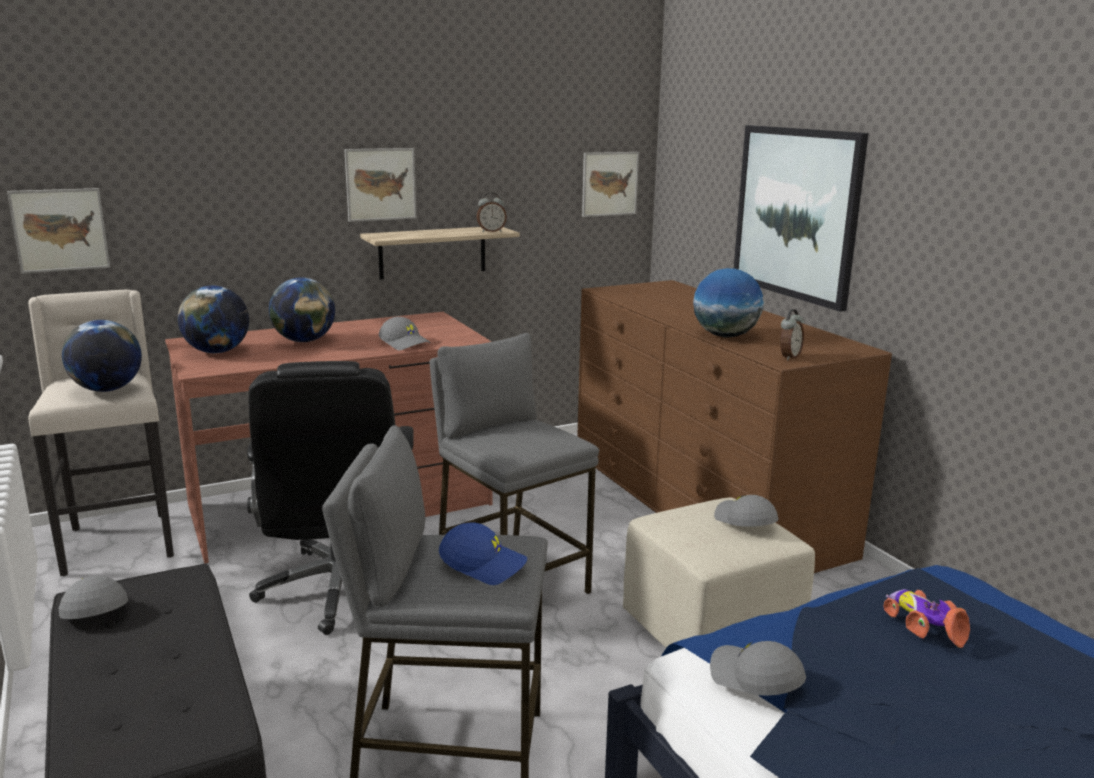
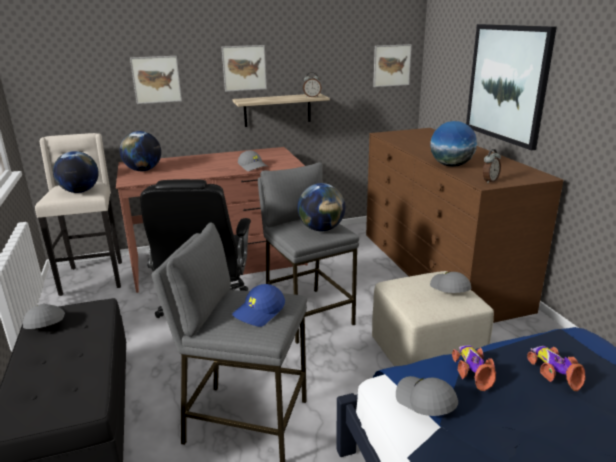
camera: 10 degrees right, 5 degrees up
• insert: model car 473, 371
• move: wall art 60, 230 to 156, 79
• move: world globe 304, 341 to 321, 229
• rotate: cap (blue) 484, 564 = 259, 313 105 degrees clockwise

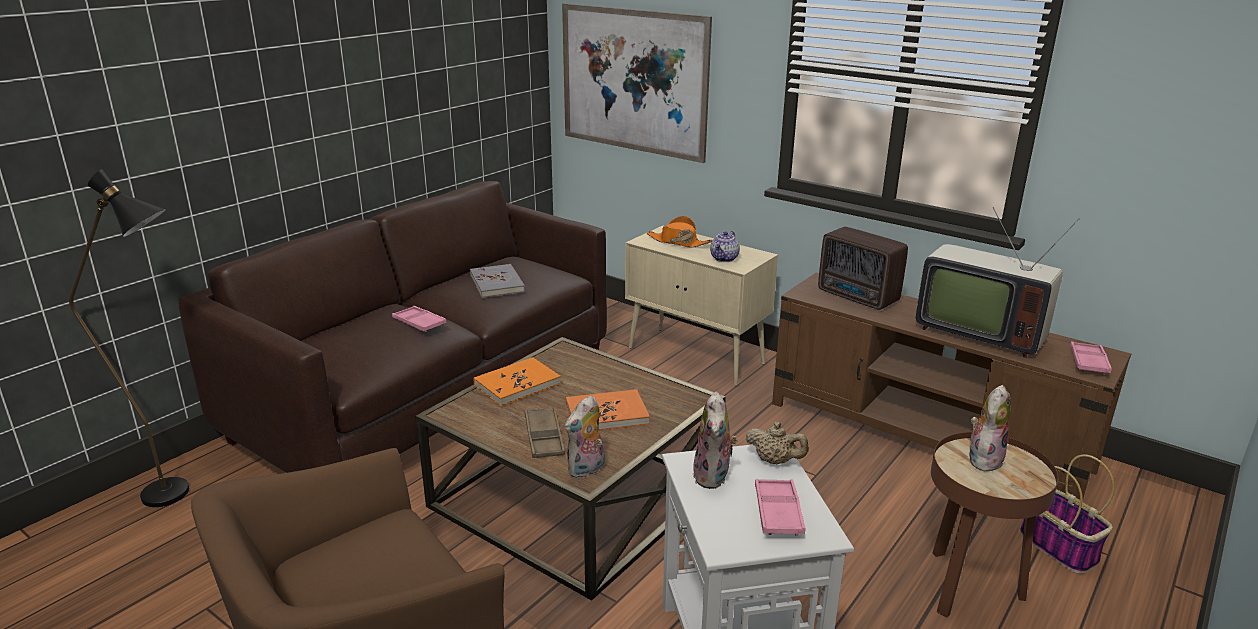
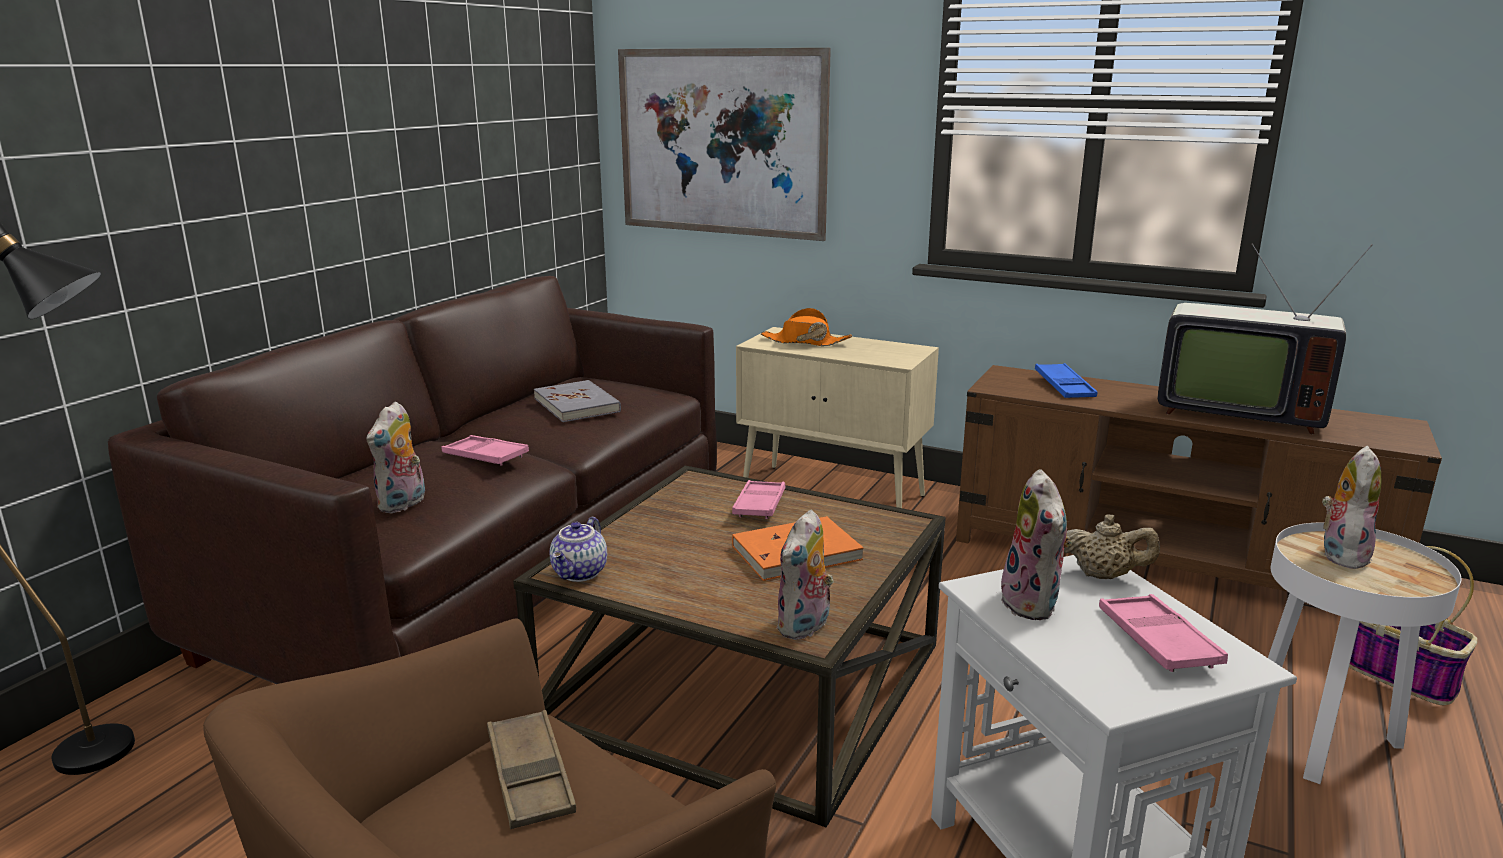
camera: 10 degrees left, 5 degrees down
• delete: volume (orangey) 517, 384
• insert: cuddly toy 403, 504
• move: carrying tray (brown-coloured) 544, 437 to 530, 776
• move: pot for tea 725, 259 to 580, 573
• move: carrying tray (pink-coloured) 1088, 362 to 759, 505
• replace: radio receiver 858, 297 to carrying tray (blue) 1064, 386
• recolor: end table (brown-coloured) 967, 587 to end table (whitish) 1322, 740

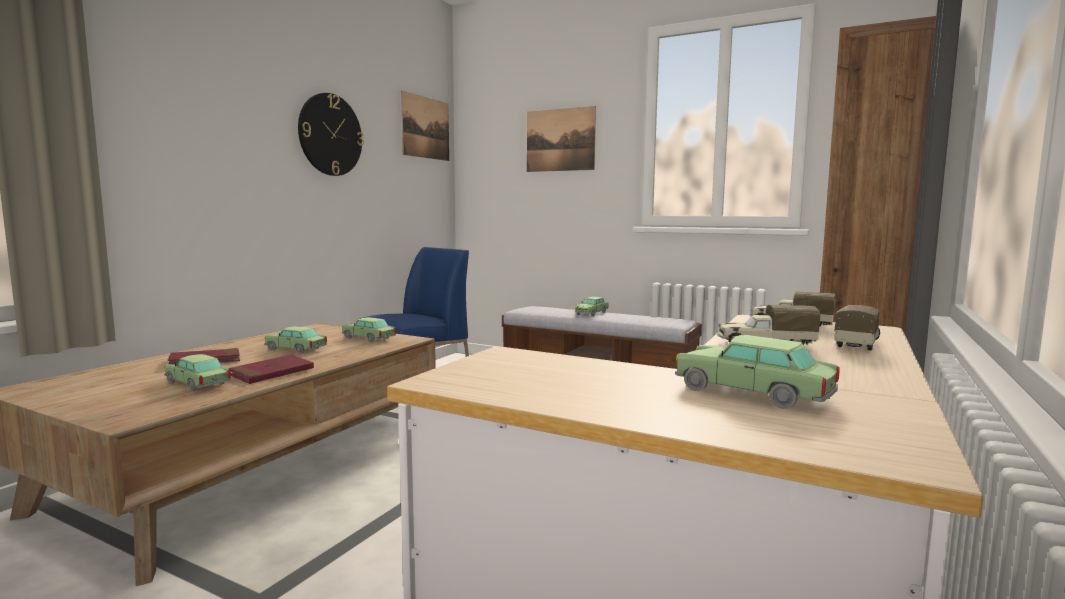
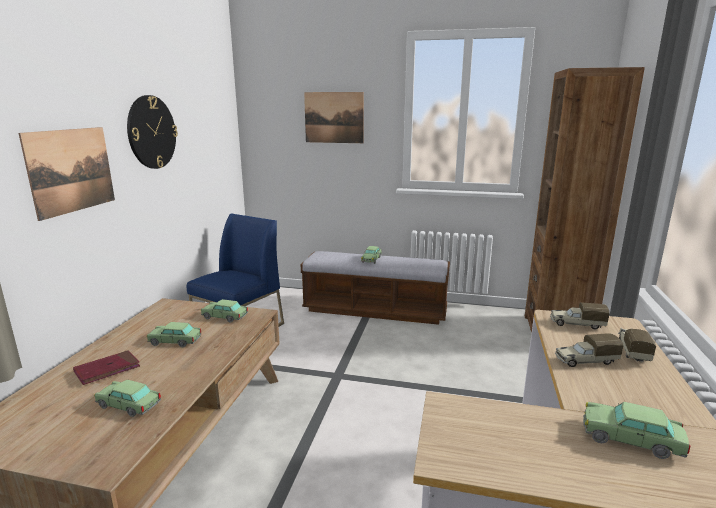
camera: 15 degrees left, 10 degrees up
• delete: volume (red) 272, 373
• move: wall art 426, 128 to 71, 170

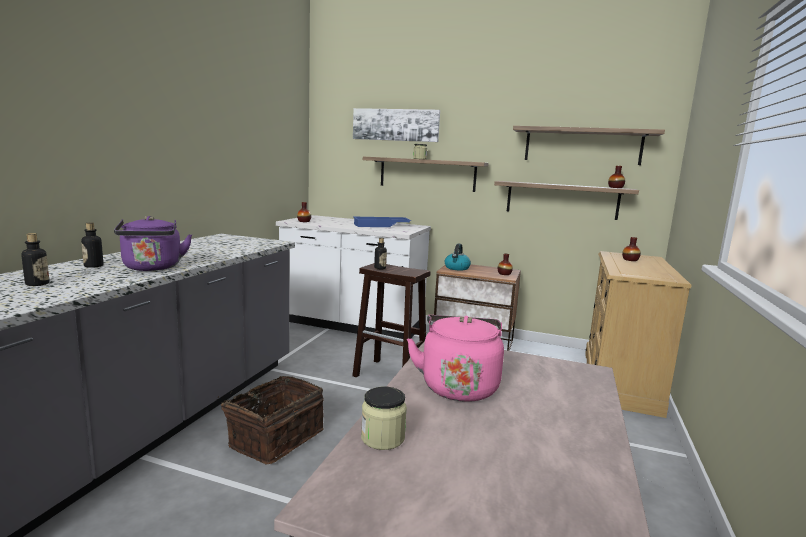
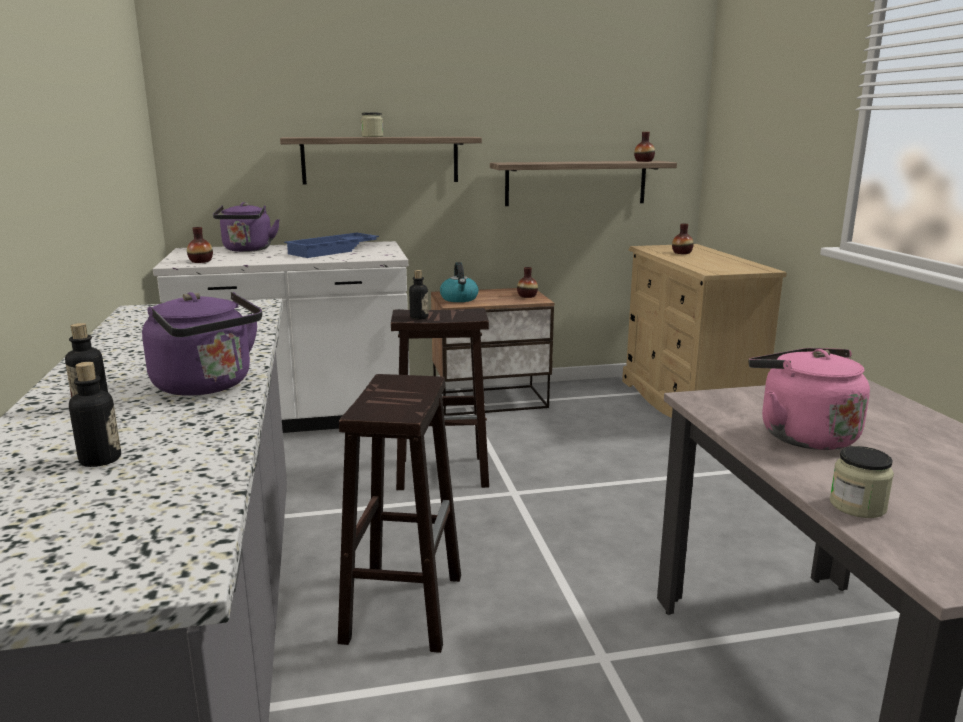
camera: 30 degrees left, 5 degrees up
• delete: wall art 395, 125
• delete: bracket shelf 582, 146
• insert: kettle (purplish) 247, 250
• replace: basket 274, 438 to stool (brown-coloured) 403, 606

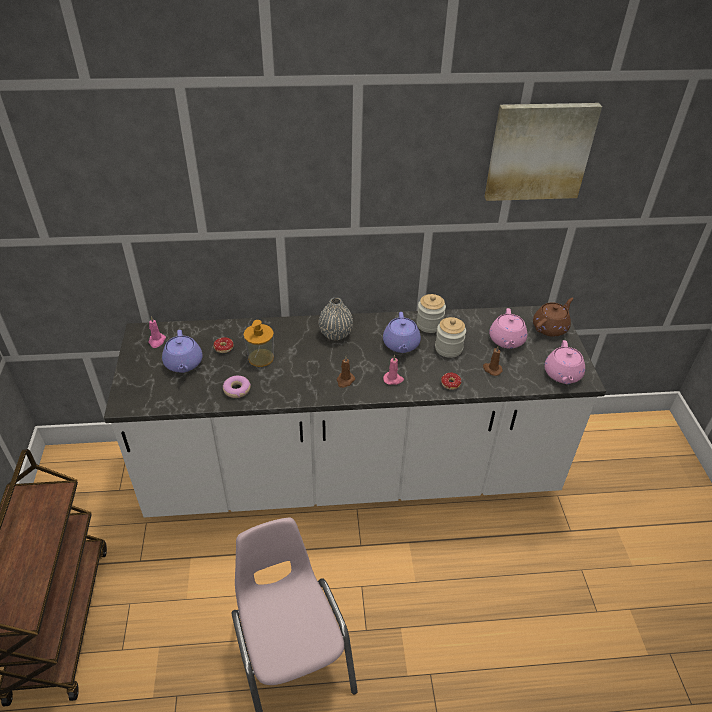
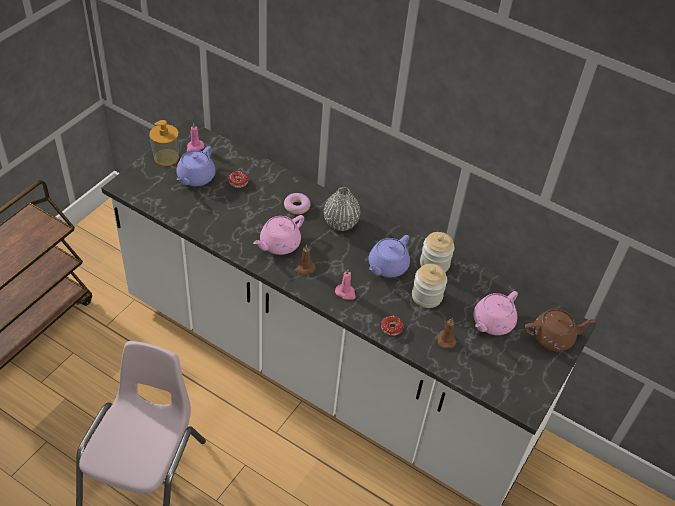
camera: 35 degrees right, 5 degrees up
• delete: wall art 539, 151
• move: ring doughnut 237, 390 to 297, 206
• move: soap dispenser 261, 358 to 166, 157
• move: pot for tea (pink-coloured) 562, 374 to 279, 244

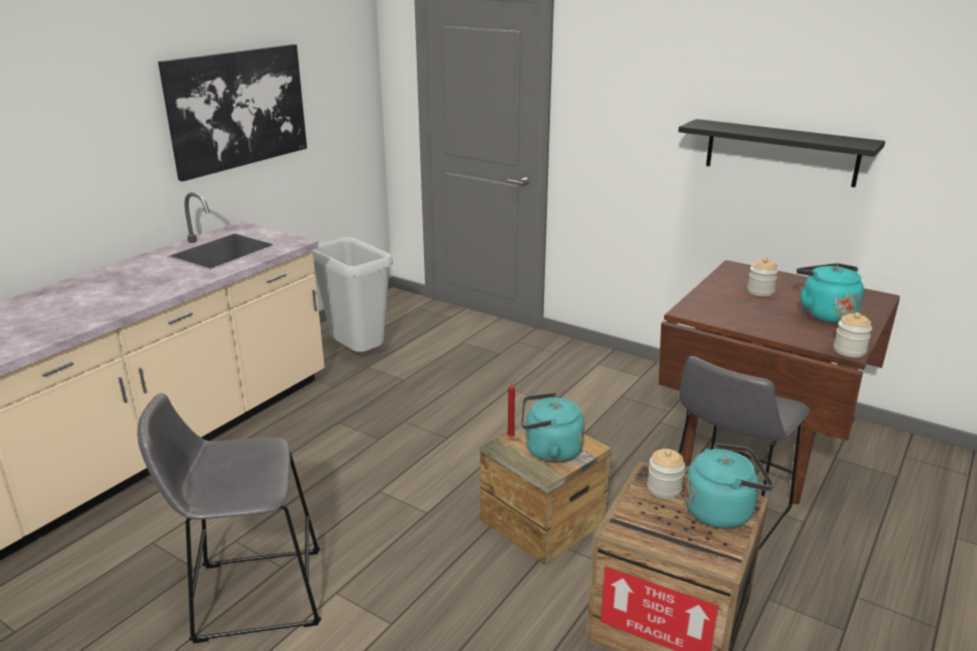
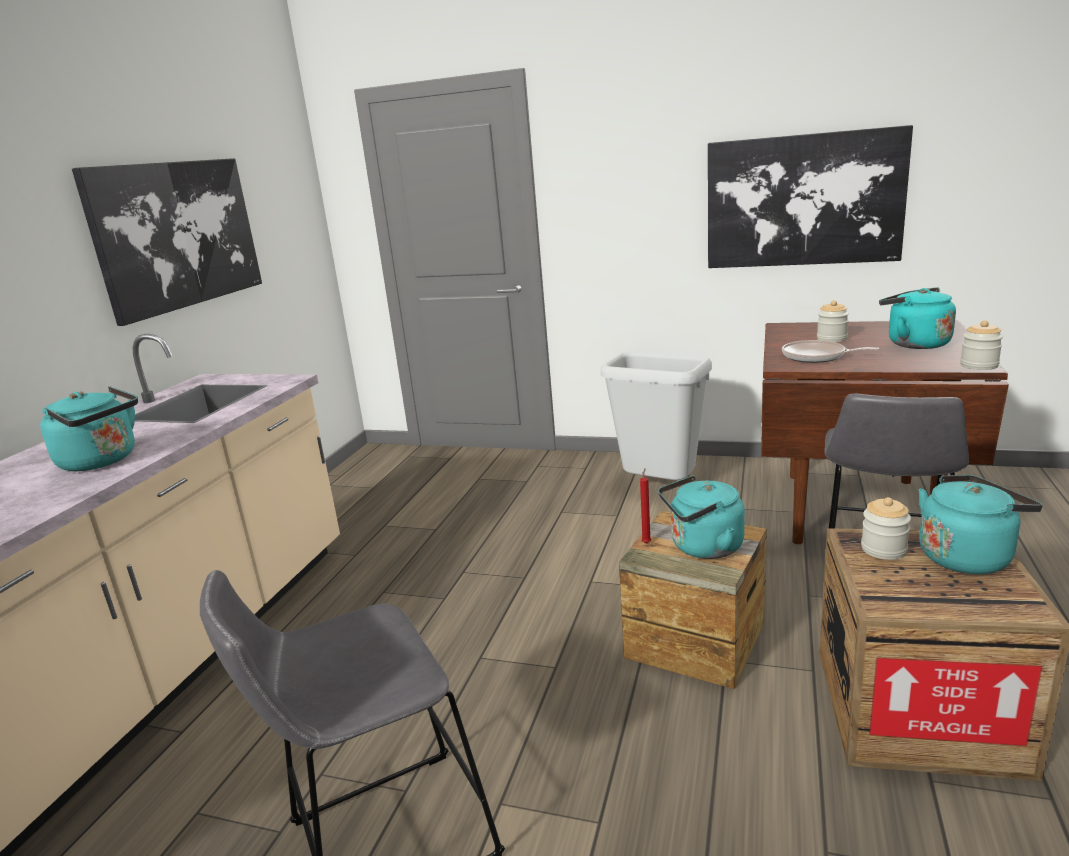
camera: 15 degrees left, 5 degrees down
• insert: kettle (turquoise) 103, 461
• insert: skillet 817, 357
• move: waste bin (greyish) 359, 355 to 660, 487
• replace: bracket shelf (black-coloured) 781, 152 to wall art 803, 200

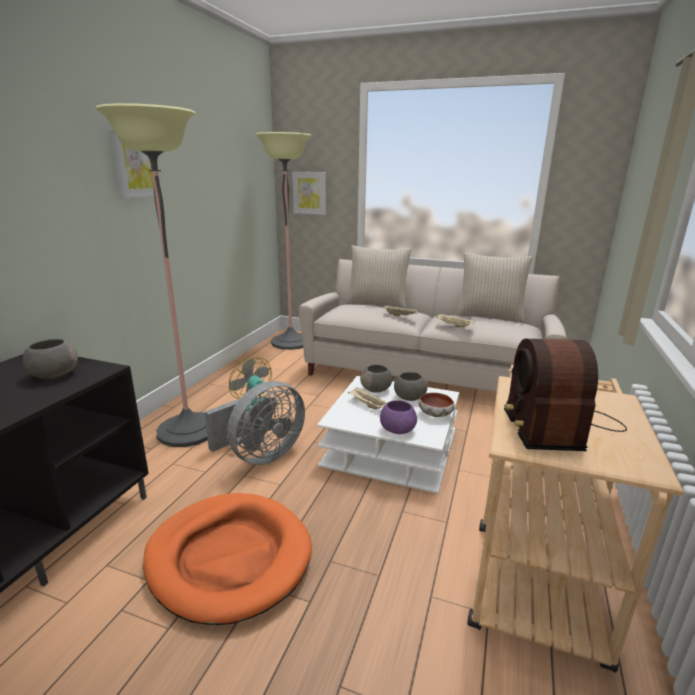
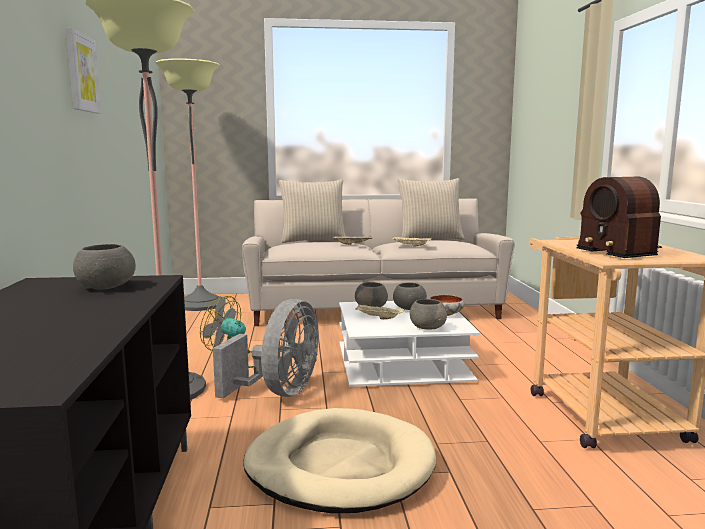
camera: 25 degrees left, 10 degrees down
• delete: wall art 309, 193
• recolor: dog bed (orangey) 229, 557 to dog bed (beige) 340, 466
• recolor: serving bowl (purplish) 397, 429 to serving bowl (greyish) 427, 327

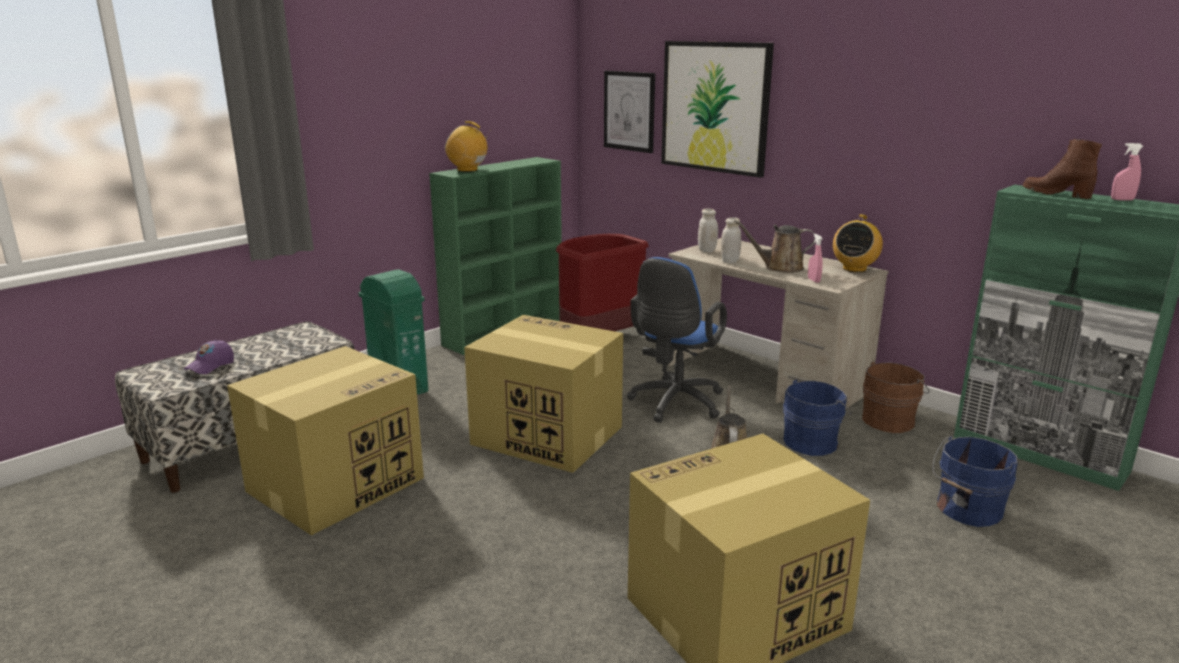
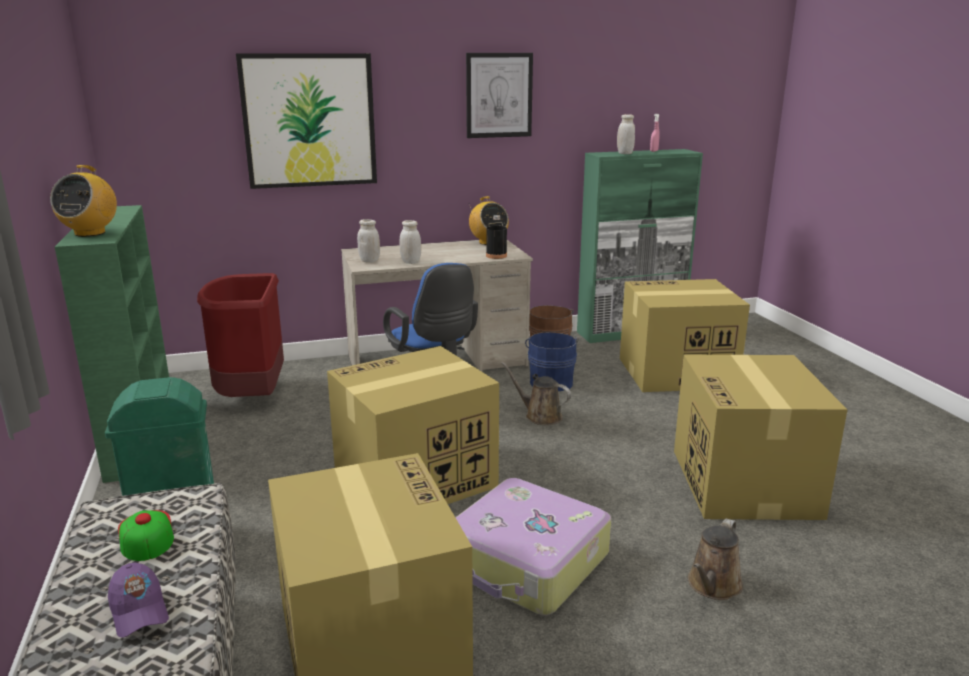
camera: 60 degrees left, 0 degrees up
• insert: cap 145, 534
• insert: piece of luggage 526, 563
• move: wall art 629, 111 to 499, 95
• move: watering pot (brown-coloured) 780, 268 to 713, 586
• replace: hand sprayer (pink-coloured) 813, 280 to beverage bottle (black-coloured) 496, 256
• replace: water bucket (blue) 967, 510 to carton 675, 373
• replace: tall boot (brown-coloured) 1056, 194 to preserve jar (whitish) 625, 153
• rotate: radio receiver 468, 170 = 90, 233 45 degrees counterclockwise

